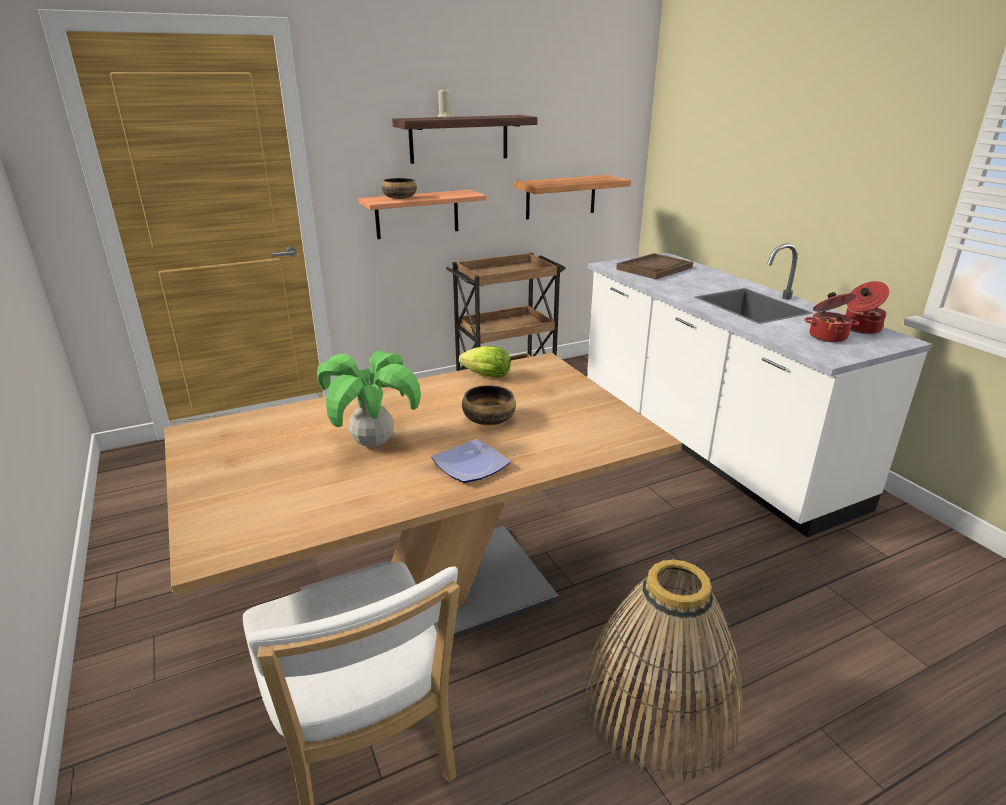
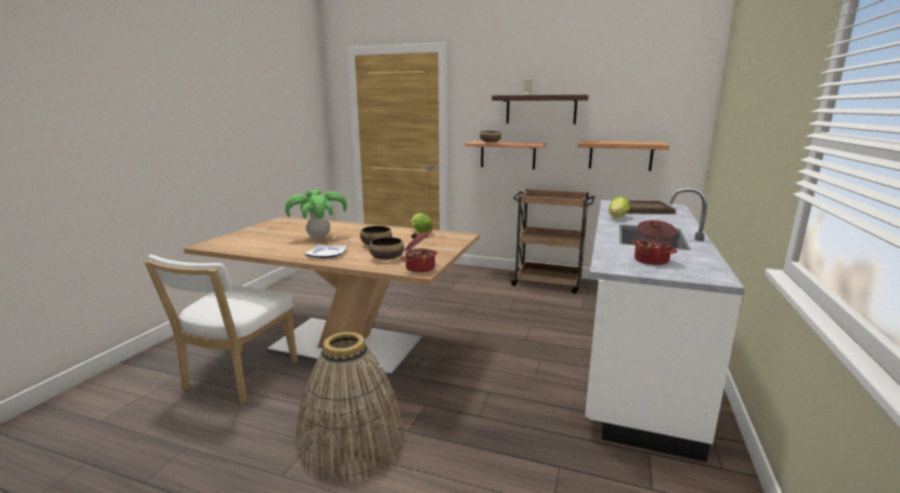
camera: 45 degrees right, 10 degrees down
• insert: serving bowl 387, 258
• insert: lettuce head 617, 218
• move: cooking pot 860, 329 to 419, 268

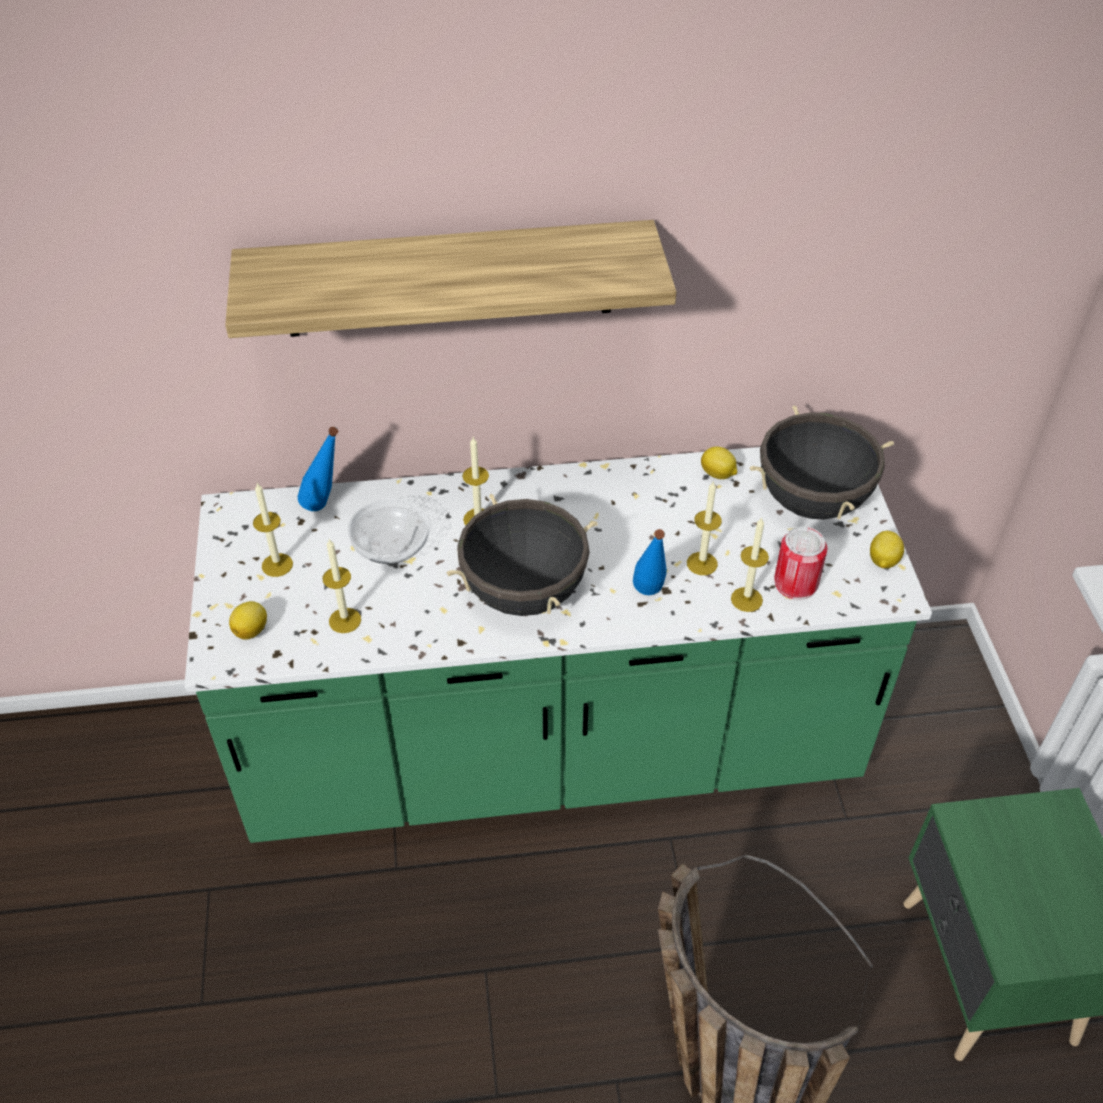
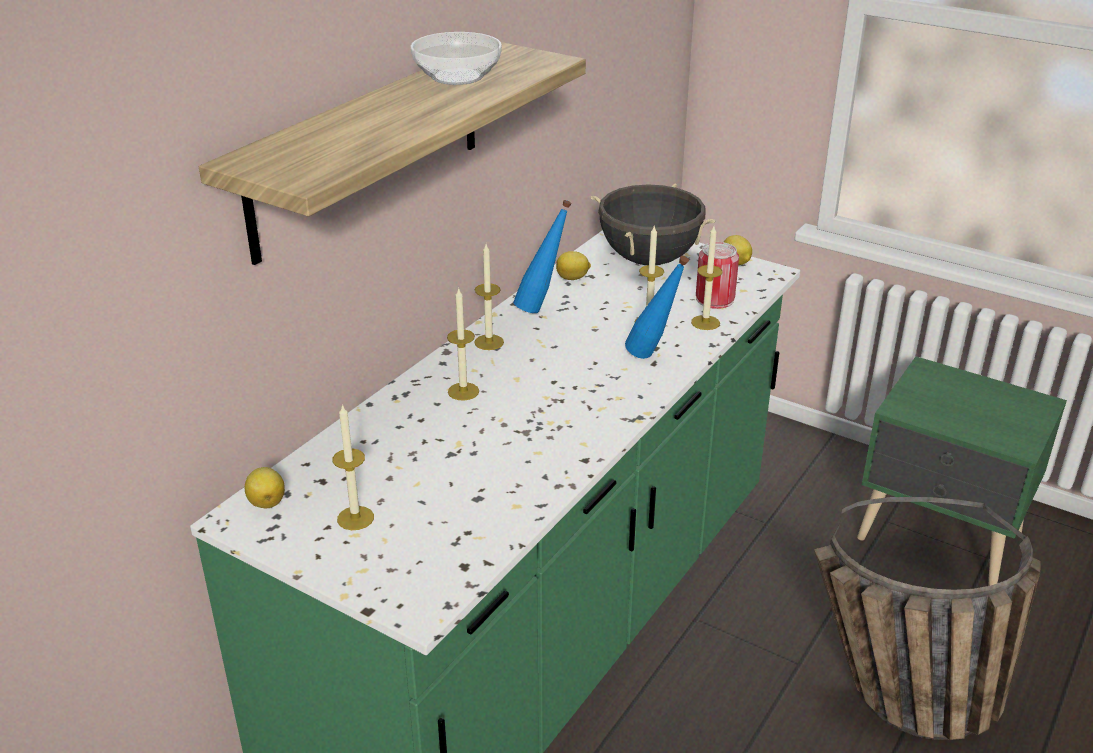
camera: 50 degrees left, 15 degrees down
• delete: cooking pot (black-coloured) 524, 592
• move: lemon 252, 630 to 267, 501
• move: beverage bottle (blue) 327, 509 to 542, 308
• move: wax light 345, 620 to 489, 342
• move: serving bowl 391, 545 to 456, 77

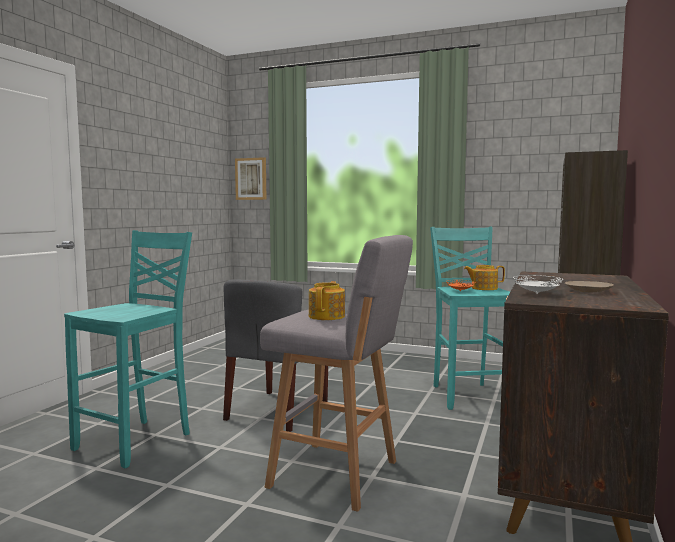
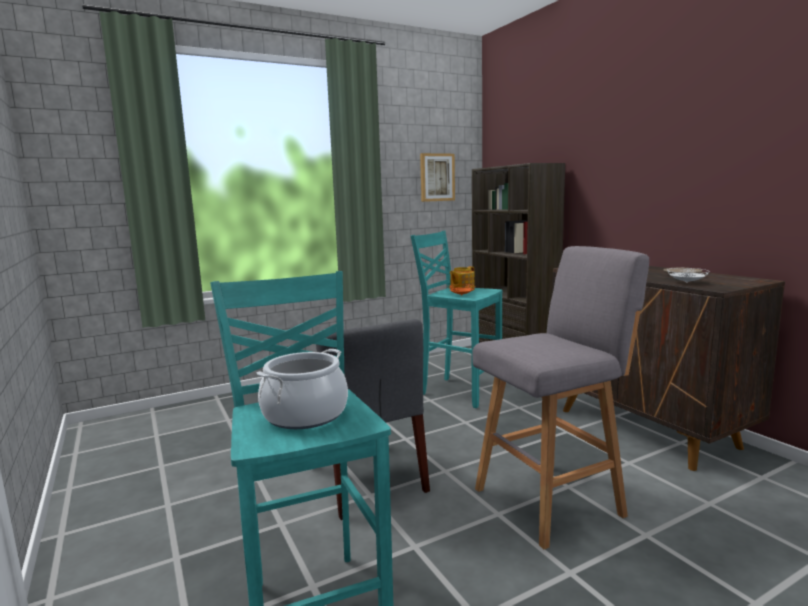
camera: 50 degrees left, 5 degrees up
• delete: pot for tea 327, 316
• insert: cooking pot 305, 415
• move: wall art 251, 179 to 437, 177

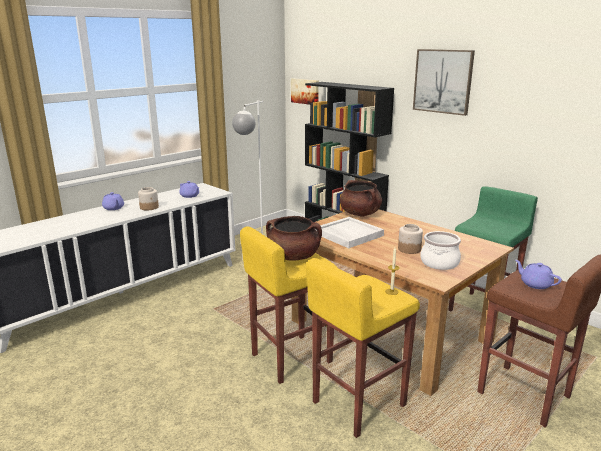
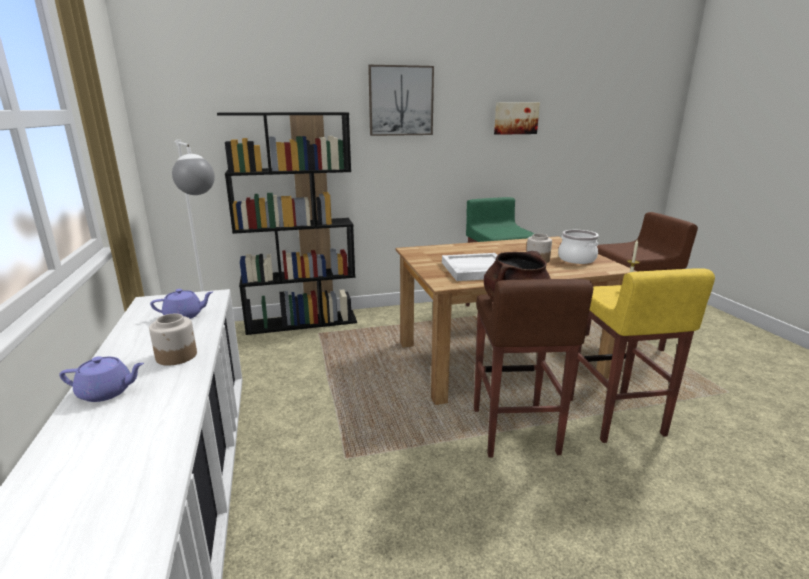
camera: 60 degrees left, 0 degrees up
• delete: cooking pot (brown-coloured) 360, 214
• delete: pot for tea (purplish) 535, 284
• move: wall art 305, 91 to 515, 118
• recolor: stool (yellow-coloured) 290, 358 to stool (brown-coloured) 513, 432

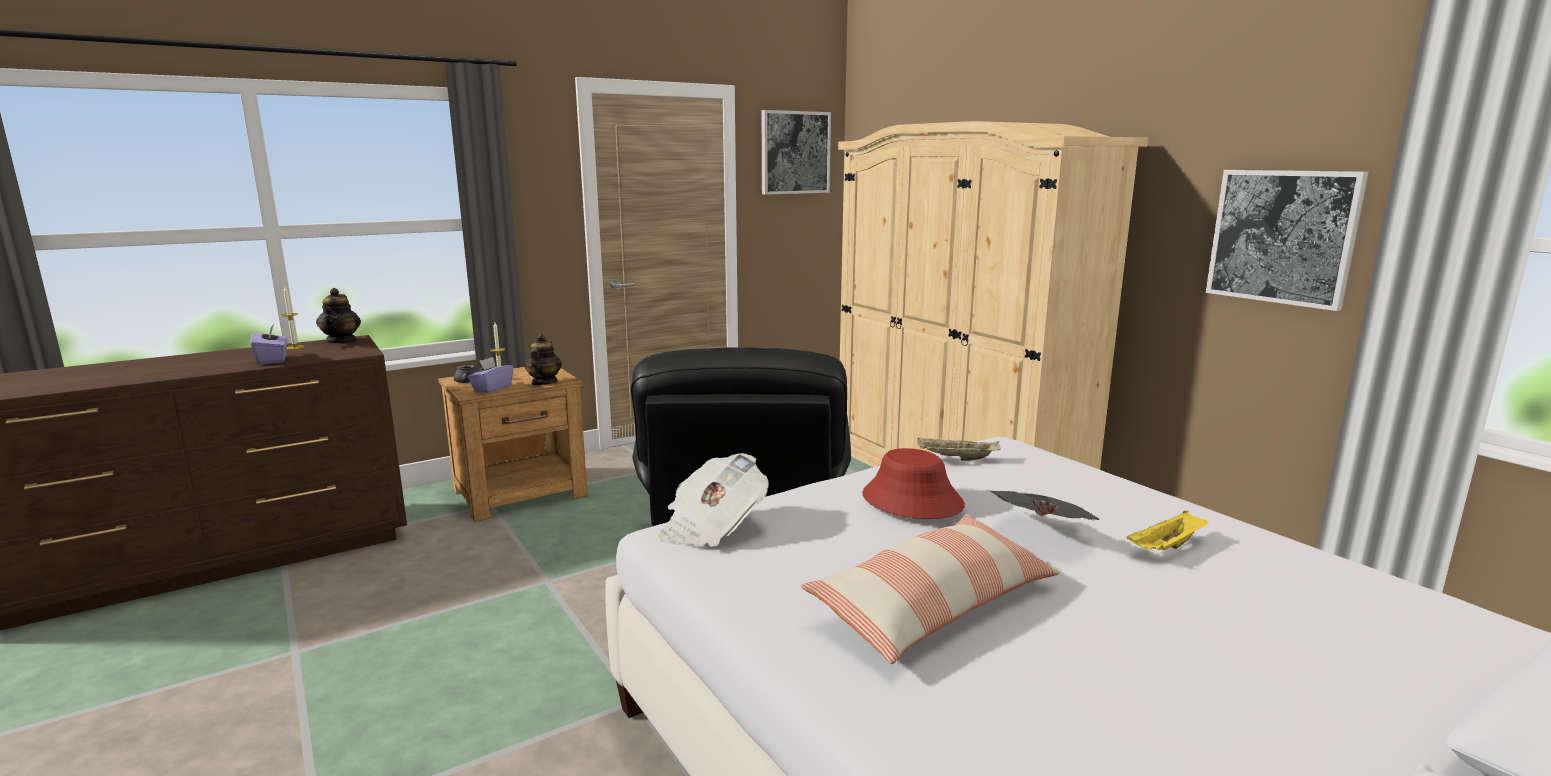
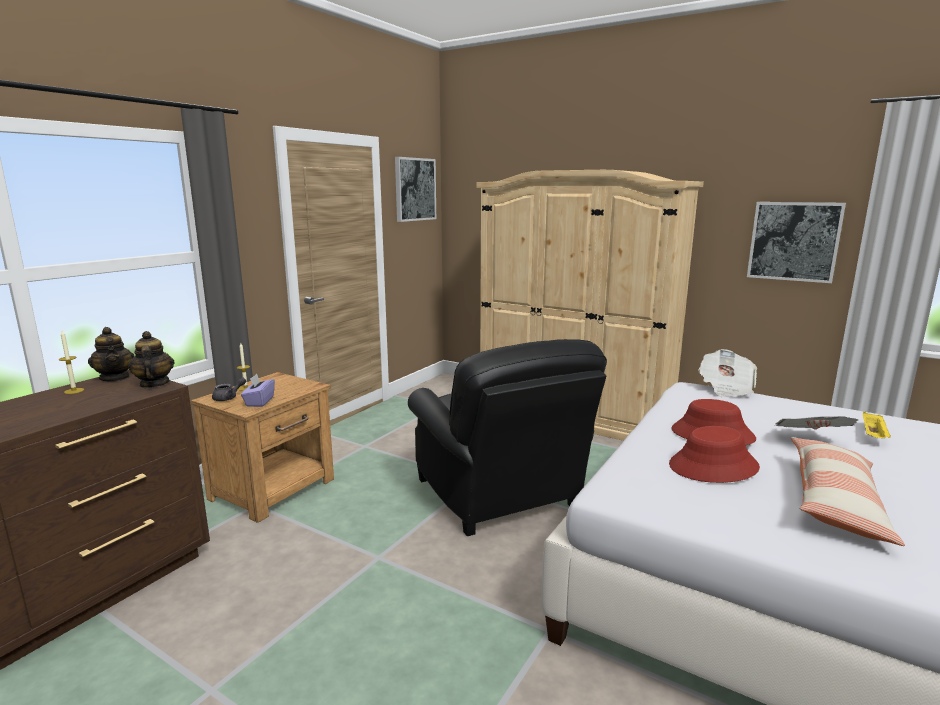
camera: 25 degrees left, 0 degrees up
• delete: tissue holder (purplish) 273, 360
• delete: carrying tray (beige) 956, 459
• insert: wearable hat (red) 713, 466
• move: pot for tea 544, 382 to 154, 384
• move: newspaper 711, 527 to 725, 388

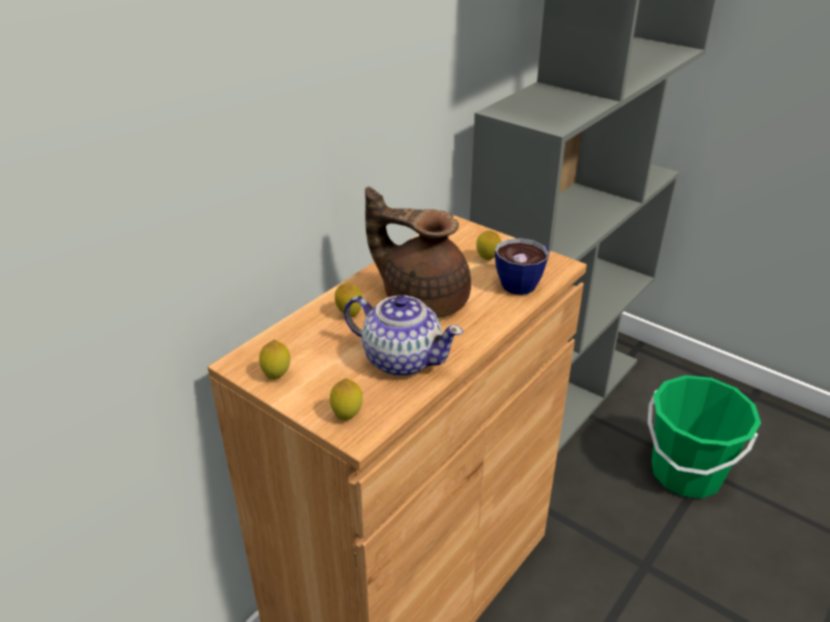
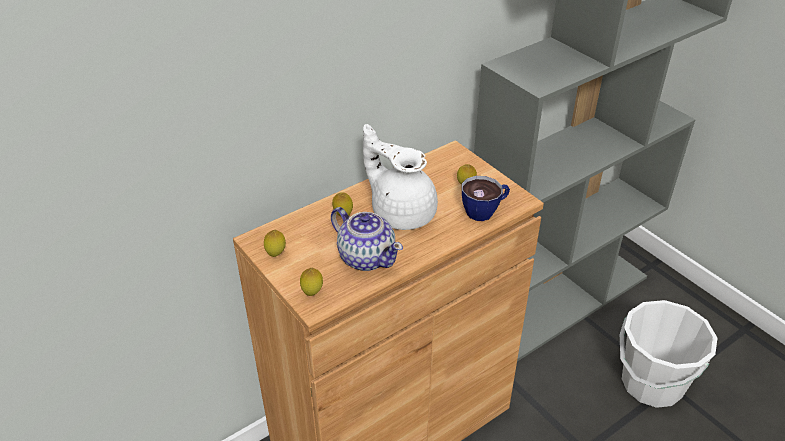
camera: 15 degrees right, 5 degrees up
• recolor: pot for tea (brown-coloured) 423, 299 to pot for tea (whitish) 401, 212
• recolor: water bucket (green-coloured) 686, 473 to water bucket (whitish) 651, 383

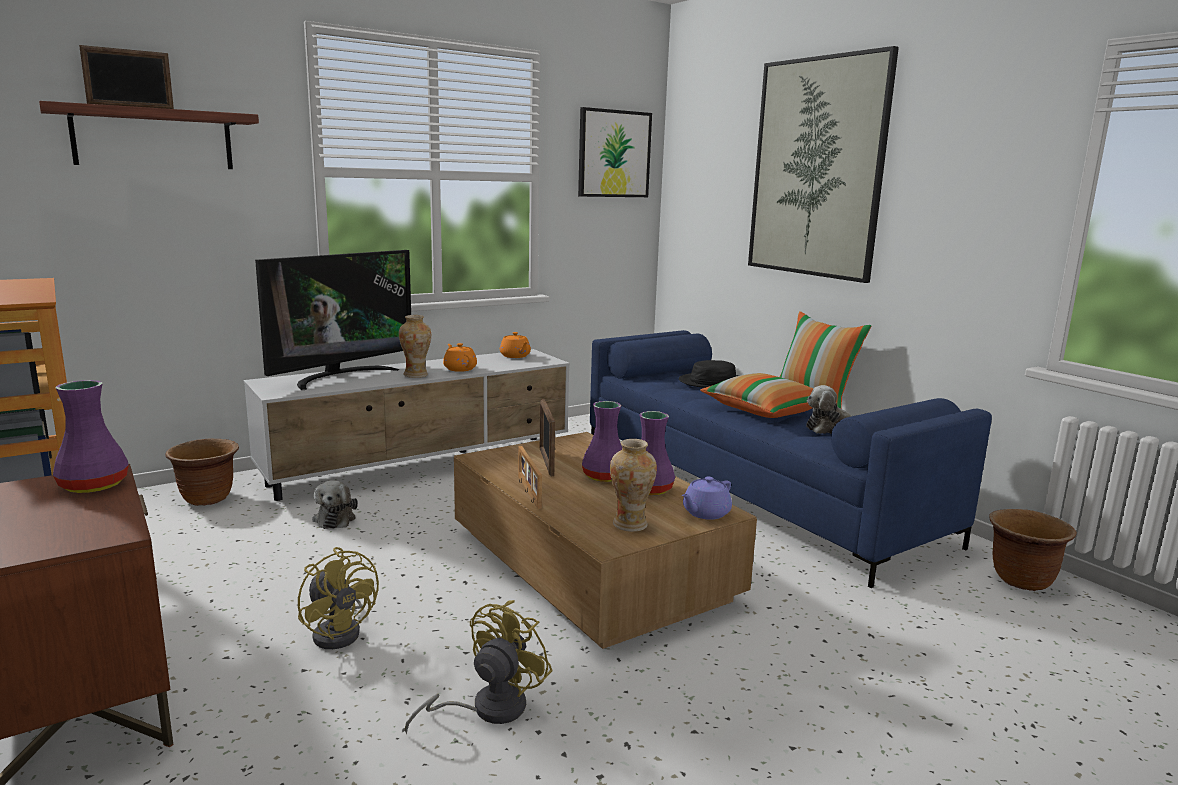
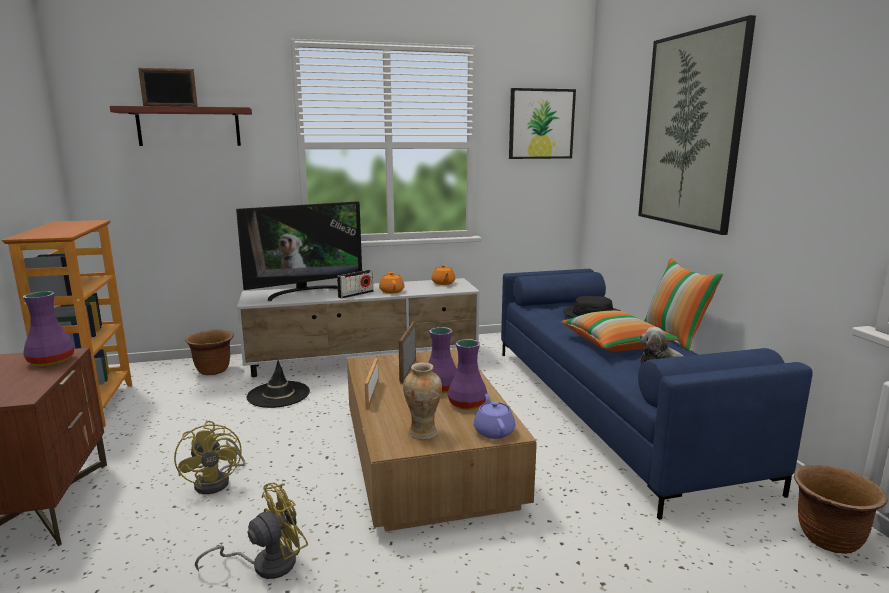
camera: 20 degrees right, 0 degrees up
• replace: cuddly toy 335, 518 to wearable hat (black-coloured) 278, 394
• replace: flower vase 416, 375 to radio receiver 356, 294
• rotate: pot for tea (purplish) 705, 513 = 493, 431 105 degrees clockwise

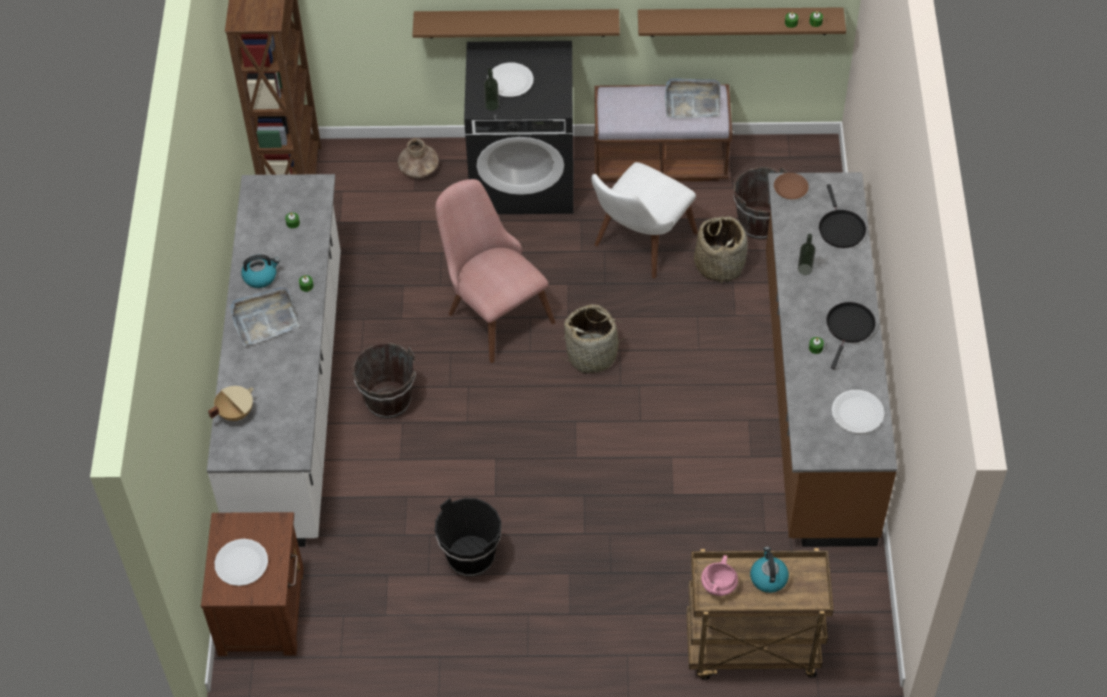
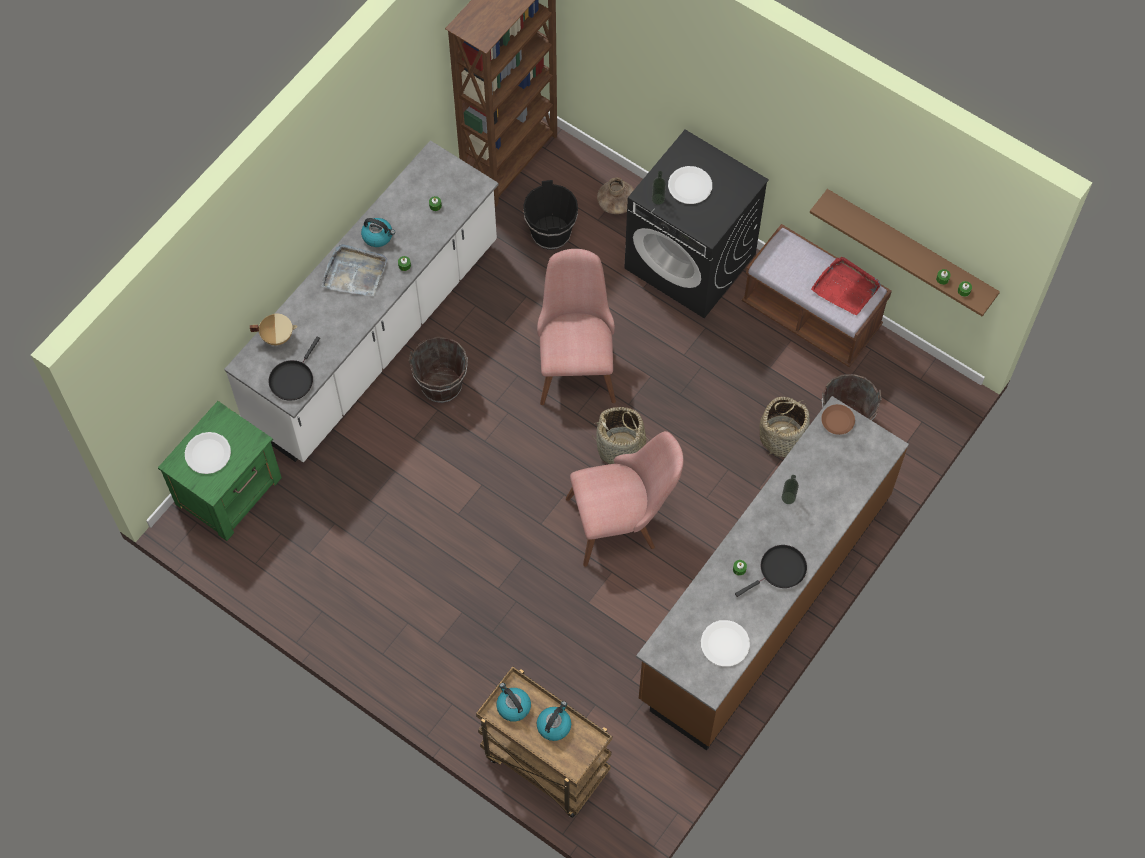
camera: 35 degrees right, 10 degrees up
• delete: bracket shelf (brown-coloured) 516, 23
• delete: chair (whitish) 637, 246
• insert: chair (pink-coloured) 623, 520
• move: water bucket (black-coloured) 471, 556 to 551, 233
• move: skillet (black-coloured) 840, 228 to 293, 379
• replace: cooking pot (pink-coloured) 719, 586 to kettle 513, 706
• recolor: bedside table (brown-coloured) 262, 610 to bedside table (green-coloured) 230, 490
• recolor: carrying tray (greyish) 692, 101 to carrying tray (red) 846, 287

